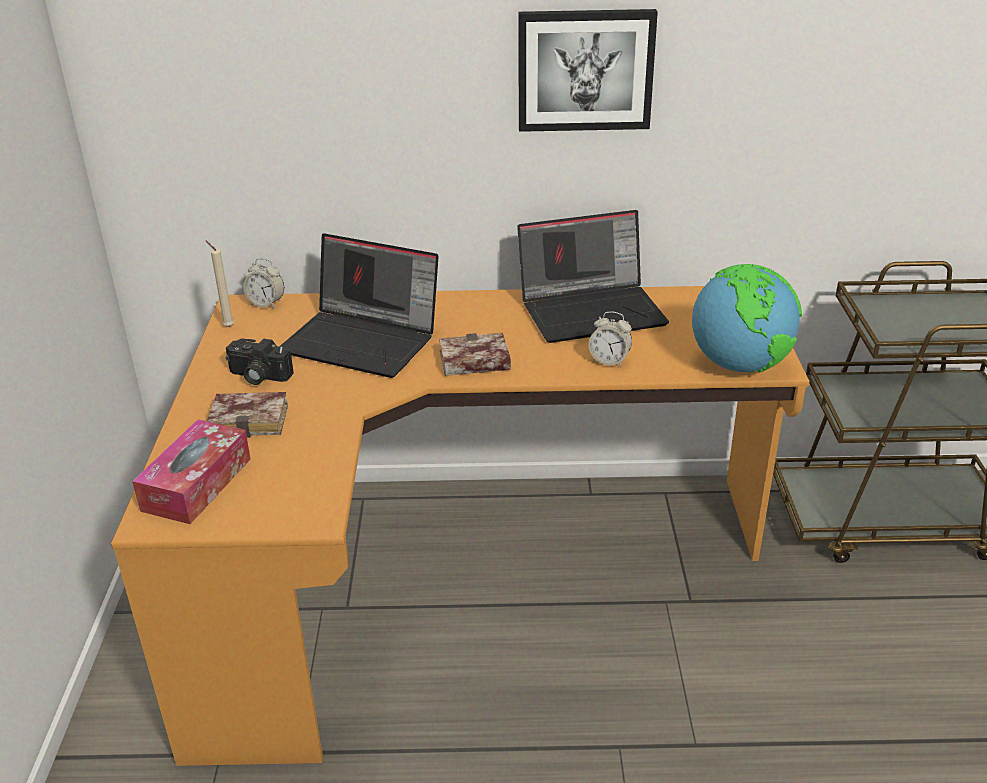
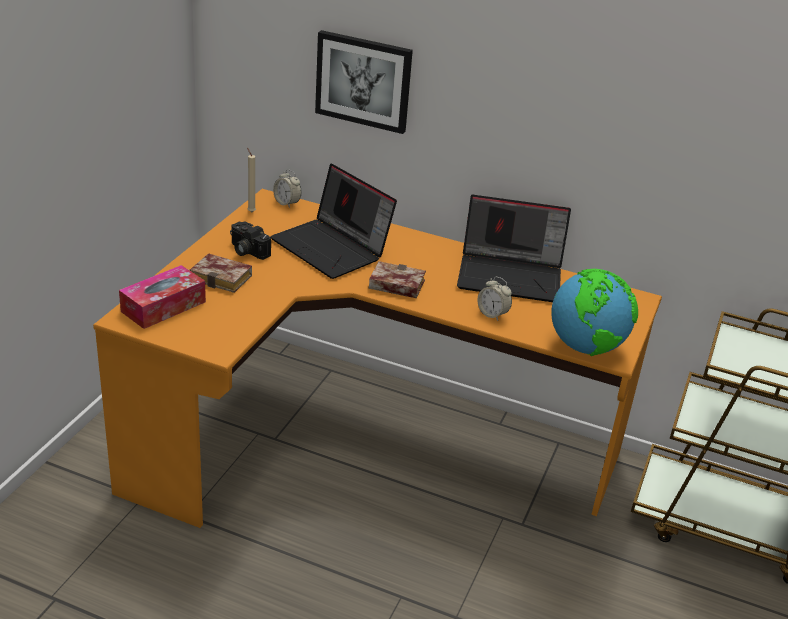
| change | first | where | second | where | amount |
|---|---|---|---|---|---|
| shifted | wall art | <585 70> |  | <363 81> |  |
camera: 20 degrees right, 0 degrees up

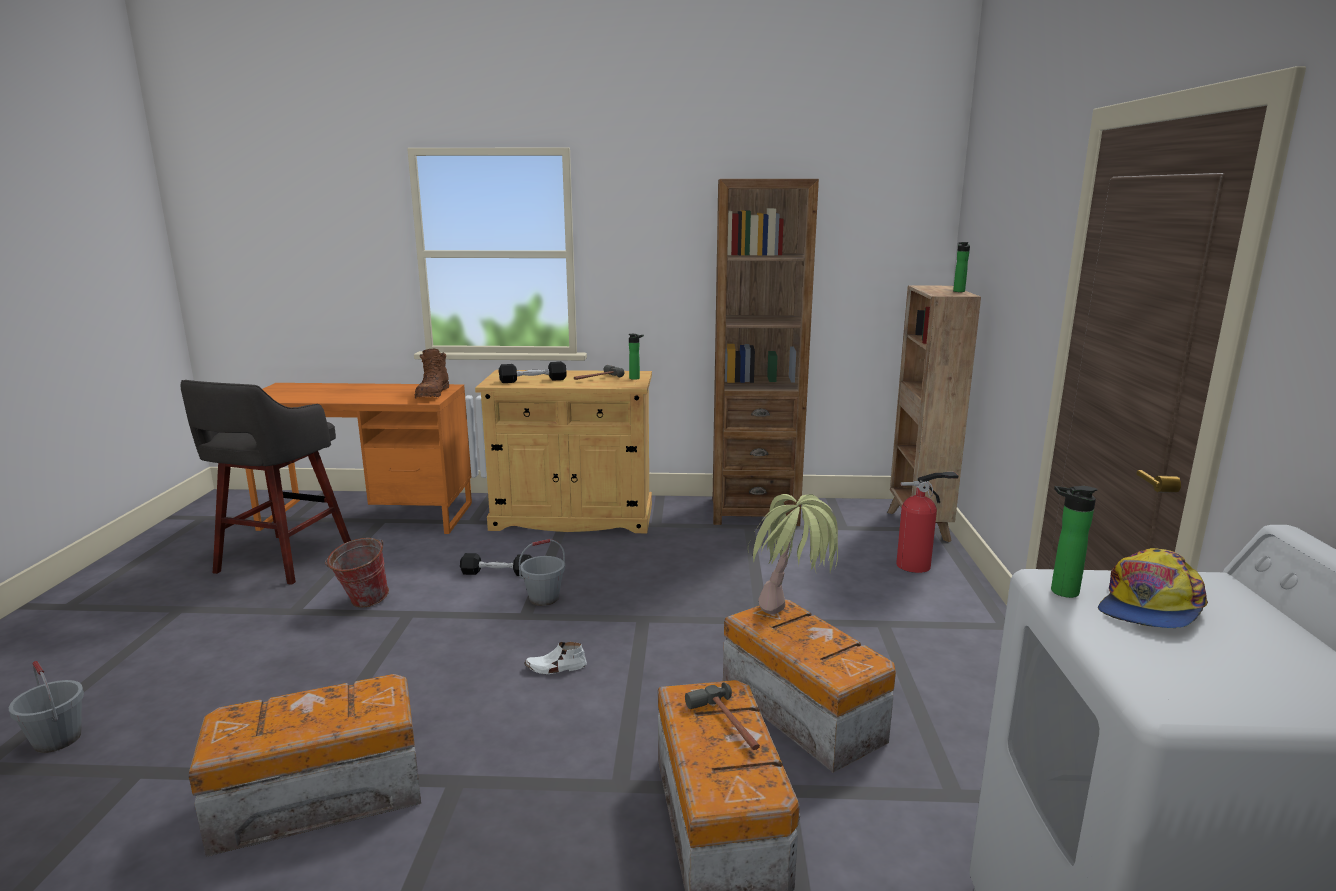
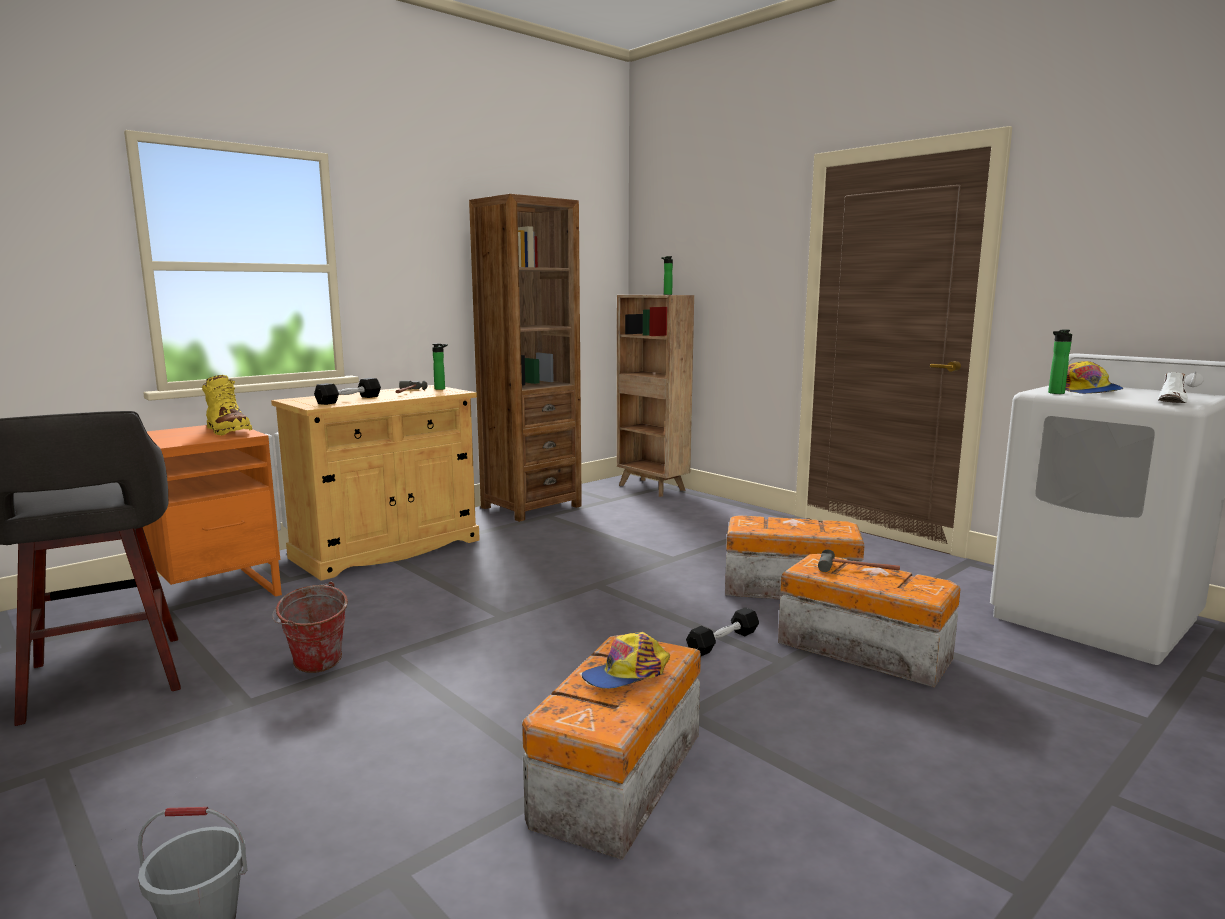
| change | first | where | second | where | amount |
|---|---|---|---|---|---|
| repainted | brown tall boot | <432 394> | yellow-coloured tall boot | <228 431> |  |
| gone | fire-fighting cylinder | <917 565> |  |  |  |
| gone | houseplant | <792 623> |  |  |  |
| gone | grey pail | <544 598> |  |  |  |
| shifted | blackish hand weight | <497 573> |  | <723 642> |  |
| shifted | white low shoe | <555 668> |  | <1172 401> |  |
| new |  |  | baseball cap | <627 675> |  |
camera: 45 degrees left, 5 degrees down

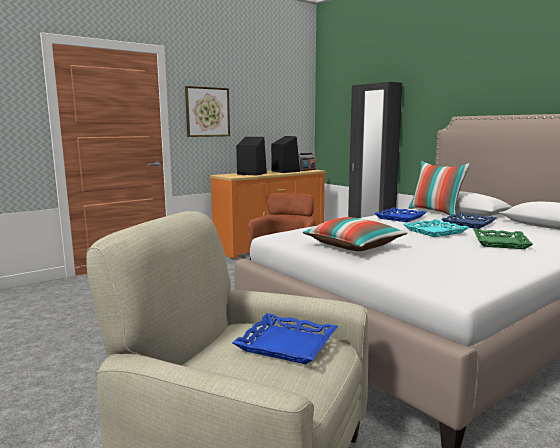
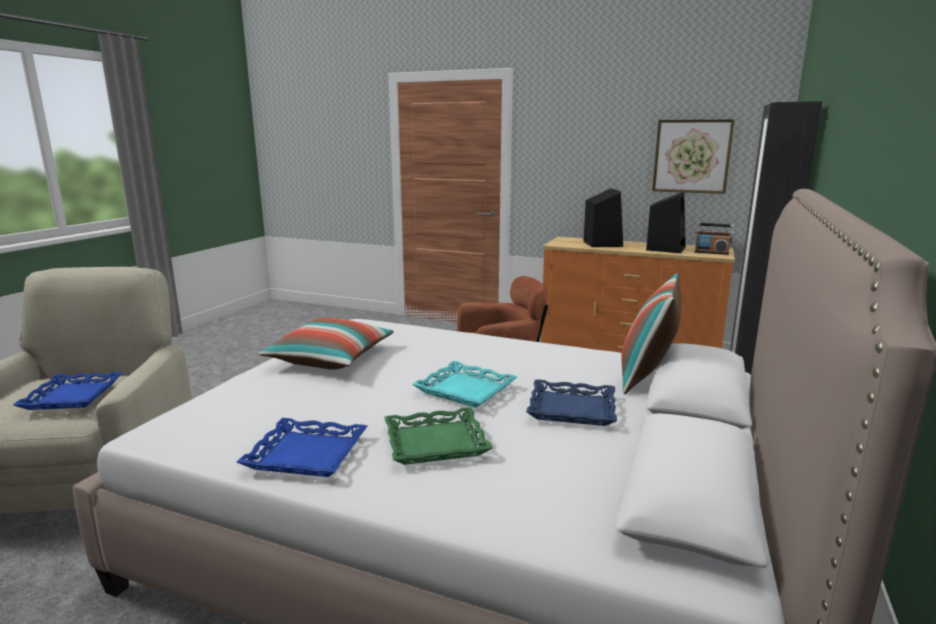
| change | first | where | second | where | amount |
|---|---|---|---|---|---|
| shifted | wall art | <207 112> |  | <691 156> |  |
| shifted | blue carrying tray | <400 218> |  | <306 455> |  |
camera: 60 degrees right, 5 degrees up

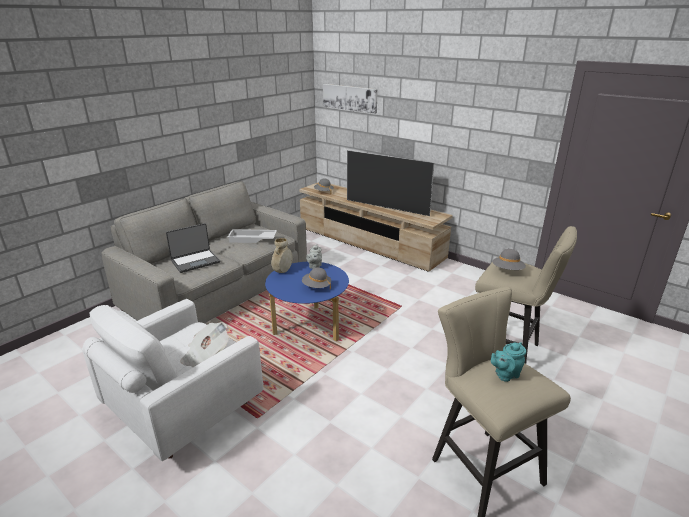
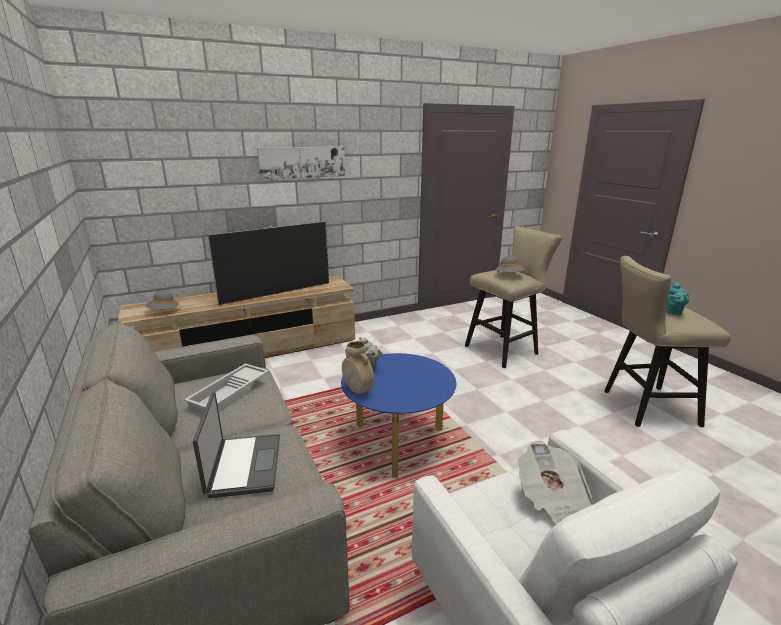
| change | first | where | second | where | amount |
|---|---|---|---|---|---|
| shifted | wall art | <350 98> |  | <302 162> |  |
| gone | grey wearable hat | <316 286> |  |  |  |
camera: 65 degrees left, 5 degrees down

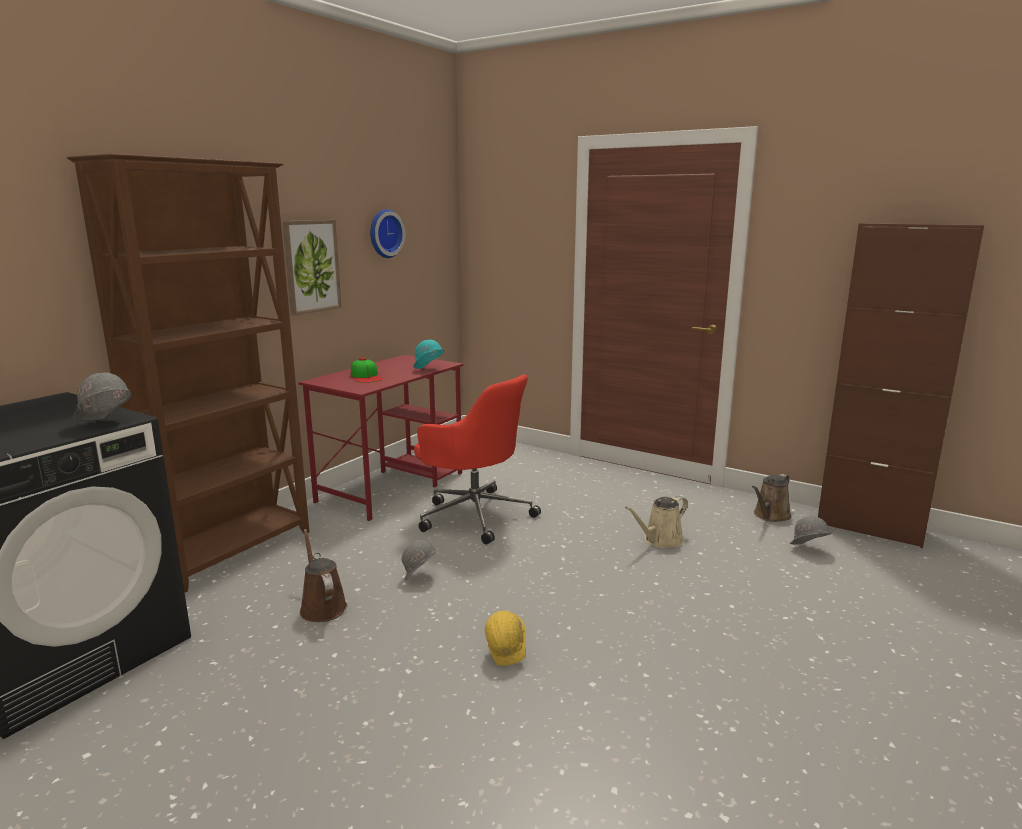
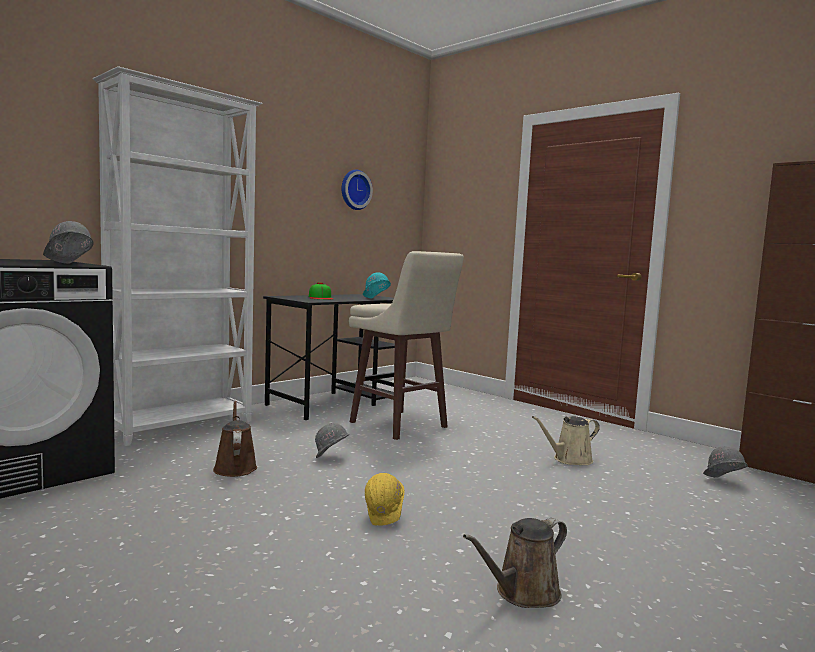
| change | first | where | second | where | amount |
|---|---|---|---|---|---|
| repainted | brown shelving unit | <234 552> | white shelving unit | <182 427> |  |
| gone | wall art | <311 266> |  |  |  |
| repainted | red desk | <392 486> | blackish desk | <336 402> |  |
| swapped | red computer chair | <474 515> | beige-coloured stool | <399 426> |  |
| shifted | brown watering can | <770 516> |  | <523 593> |  |
camera: 10 degrees right, 10 degrees down

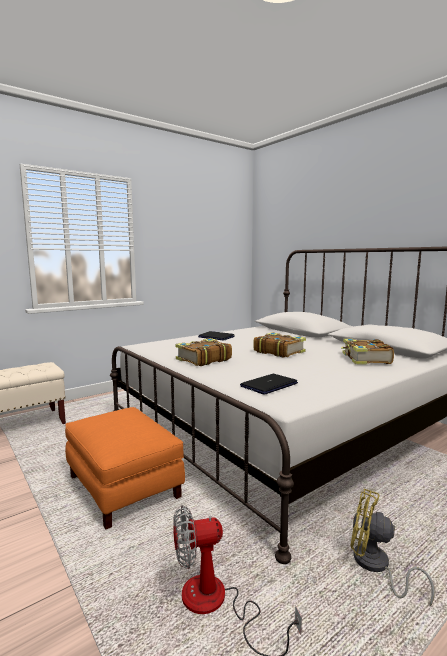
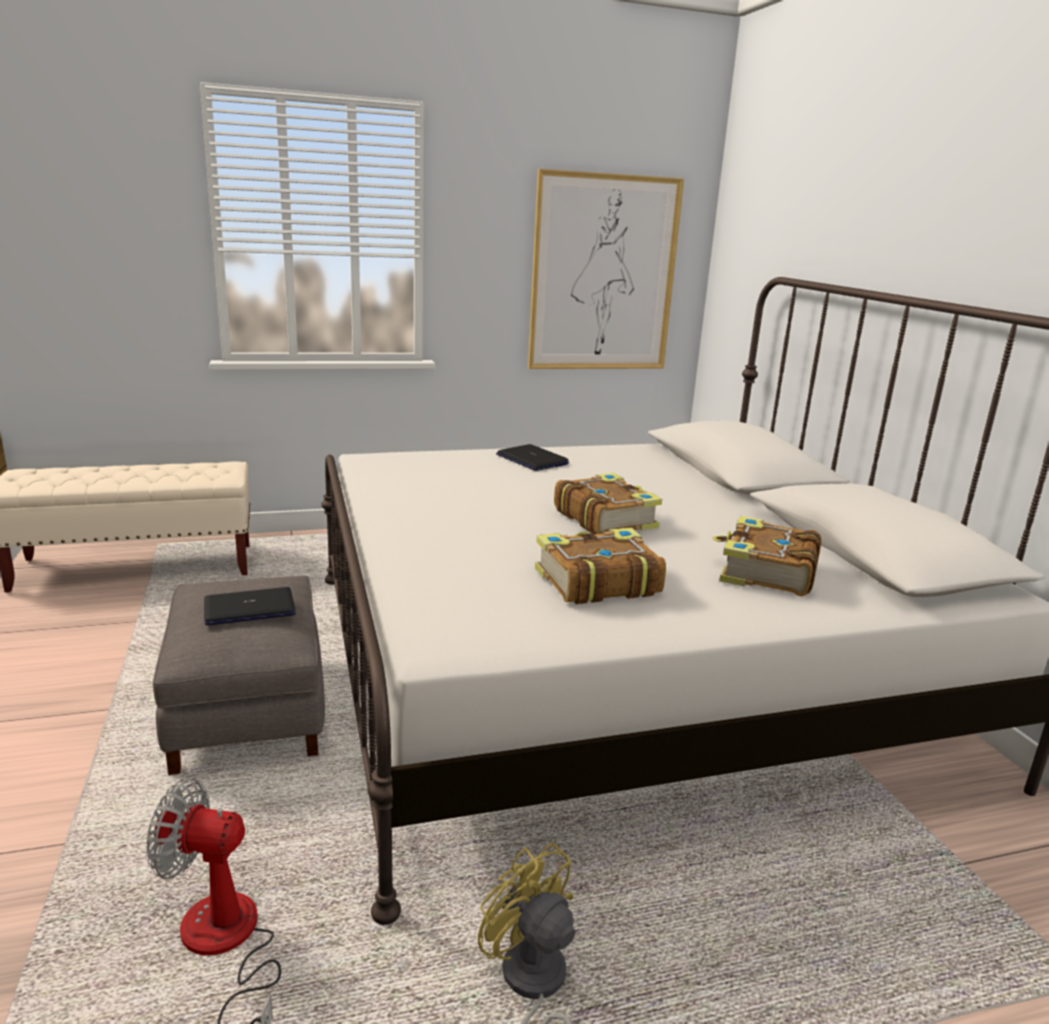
| change | first | where | second | where | amount |
|---|---|---|---|---|---|
| shifted | volume | <203 359> |  | <595 582> |  |
| shifted | portable computer | <269 385> |  | <250 608> |  |
| repainted | orange footrest | <124 486> | grey footrest | <249 711> |  |
| new |  |  | wall art | <603 274> |  |
camera: 20 degrees right, 10 degrees up

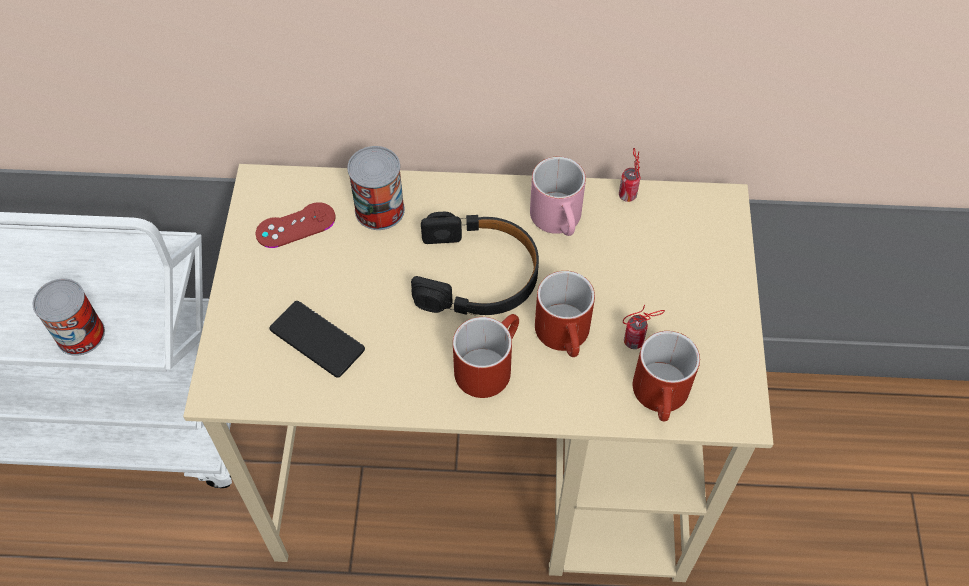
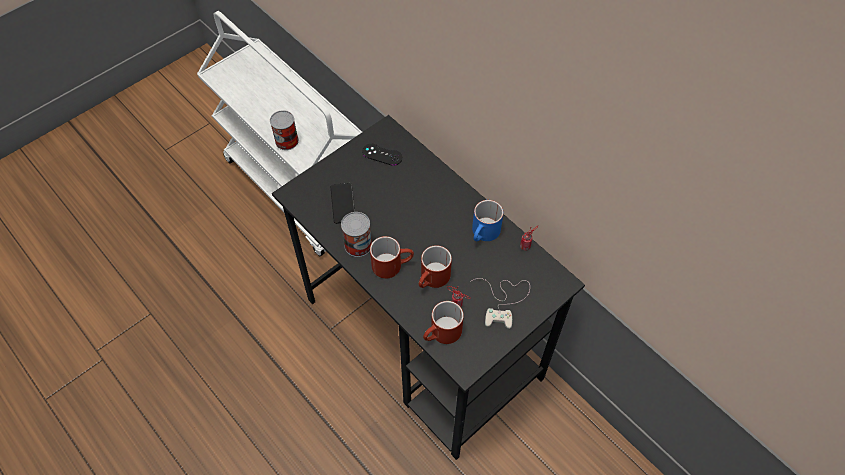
| change | first | where | second | where | amount |
|---|---|---|---|---|---|
| shifted | can | <379 210> |  | <358 245> |  |
| repainted | pinkish coffee mug | <560 221> | blue coffee mug | <484 234> |  |
| repainted | beige-coloured desk | <488 470> | blackish desk | <424 339> |  |
| repainted | red joypad | <295 225> | blackish joypad | <382 154> |  |
| gone | blackish headphones | <477 275> |  |  |  |
| new |  |  | white joypad | <503 300> |  |
camera: 45 degrees right, 0 degrees up

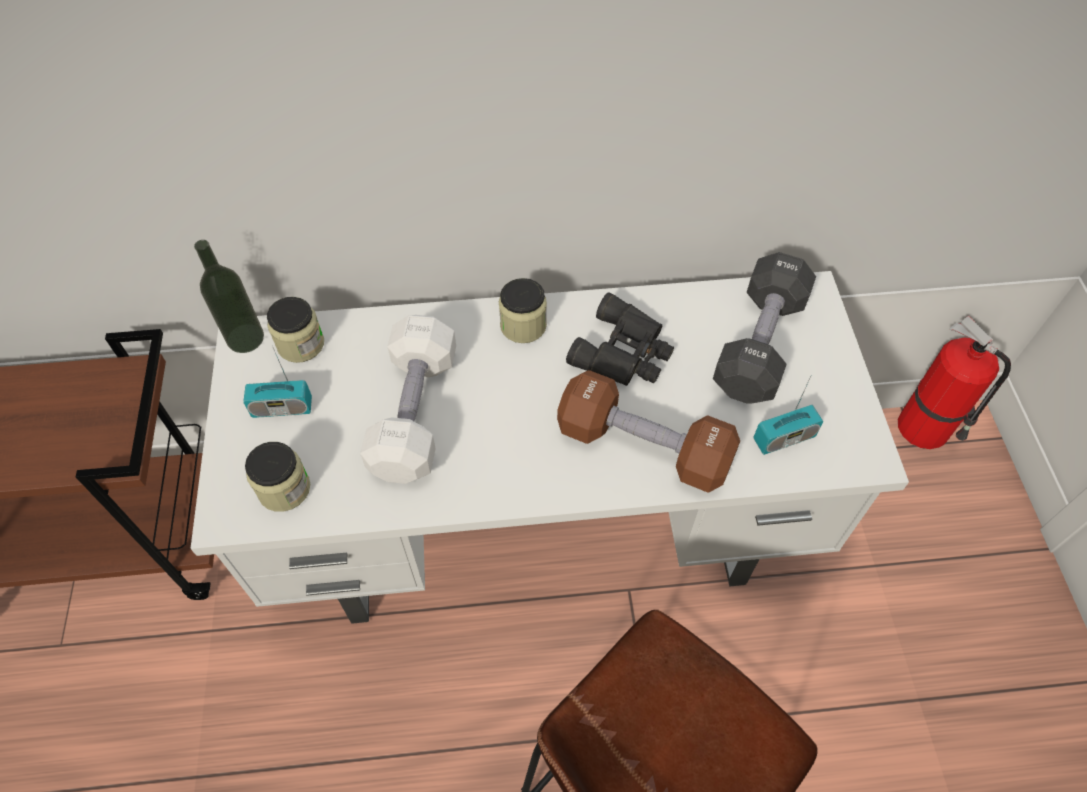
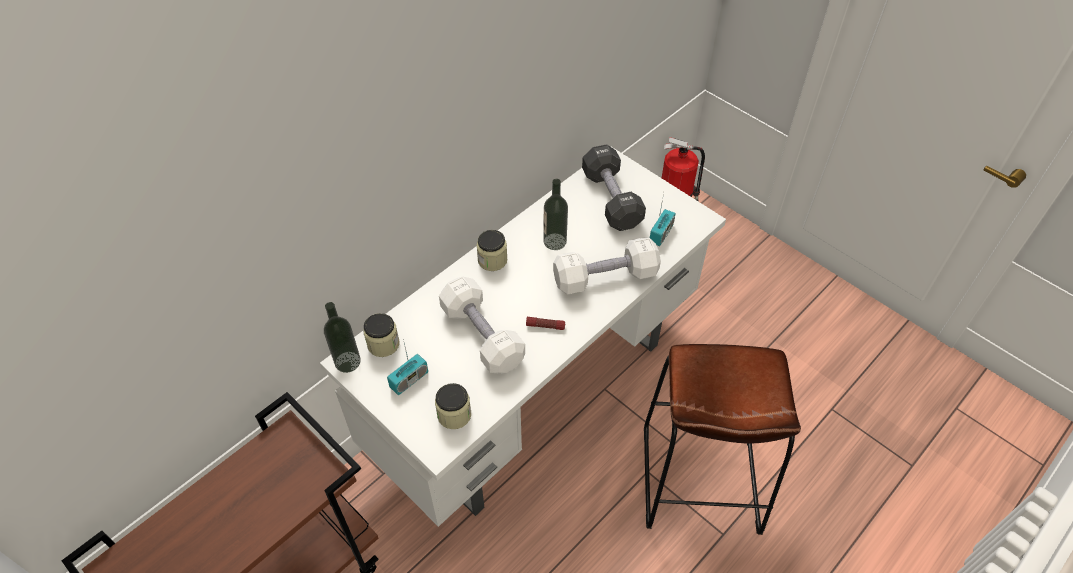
| change | first | where | second | where | amount |
|---|---|---|---|---|---|
| swapped | blackish binoculars | <625 352> | beverage bottle | <555 241> |  |
| repainted | brown hand weight | <643 446> | white hand weight | <605 277> |  |
| new |  |  | flashlight | <545 326> |  |
camera: 40 degrees left, 5 degrees down

